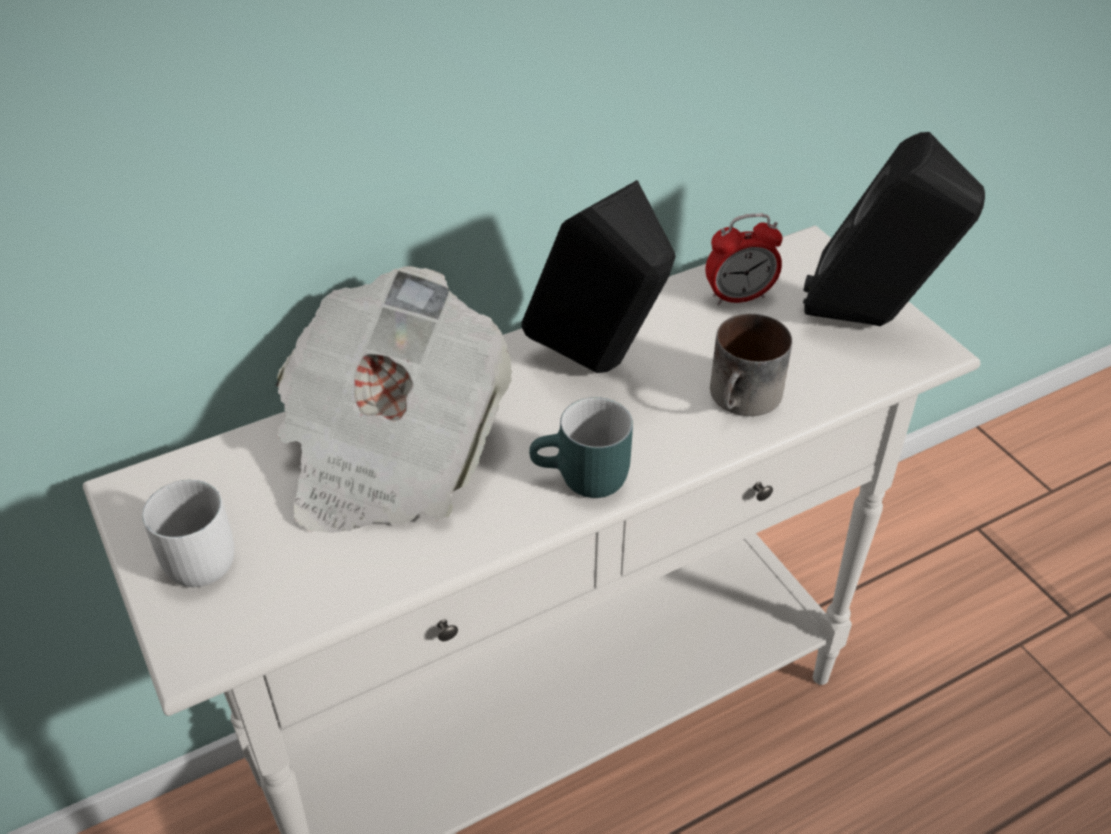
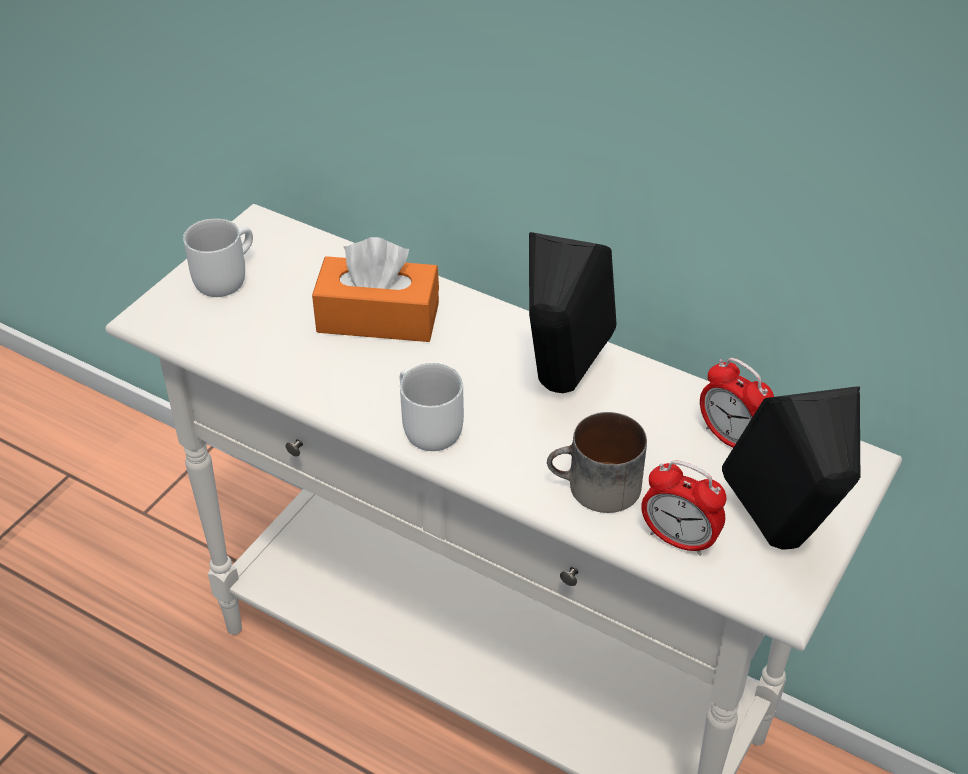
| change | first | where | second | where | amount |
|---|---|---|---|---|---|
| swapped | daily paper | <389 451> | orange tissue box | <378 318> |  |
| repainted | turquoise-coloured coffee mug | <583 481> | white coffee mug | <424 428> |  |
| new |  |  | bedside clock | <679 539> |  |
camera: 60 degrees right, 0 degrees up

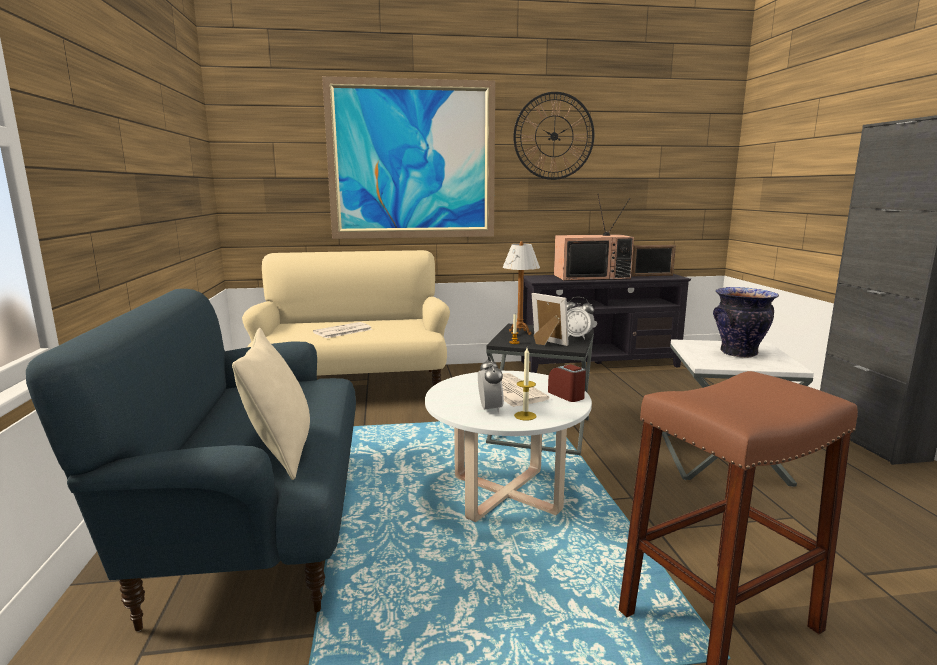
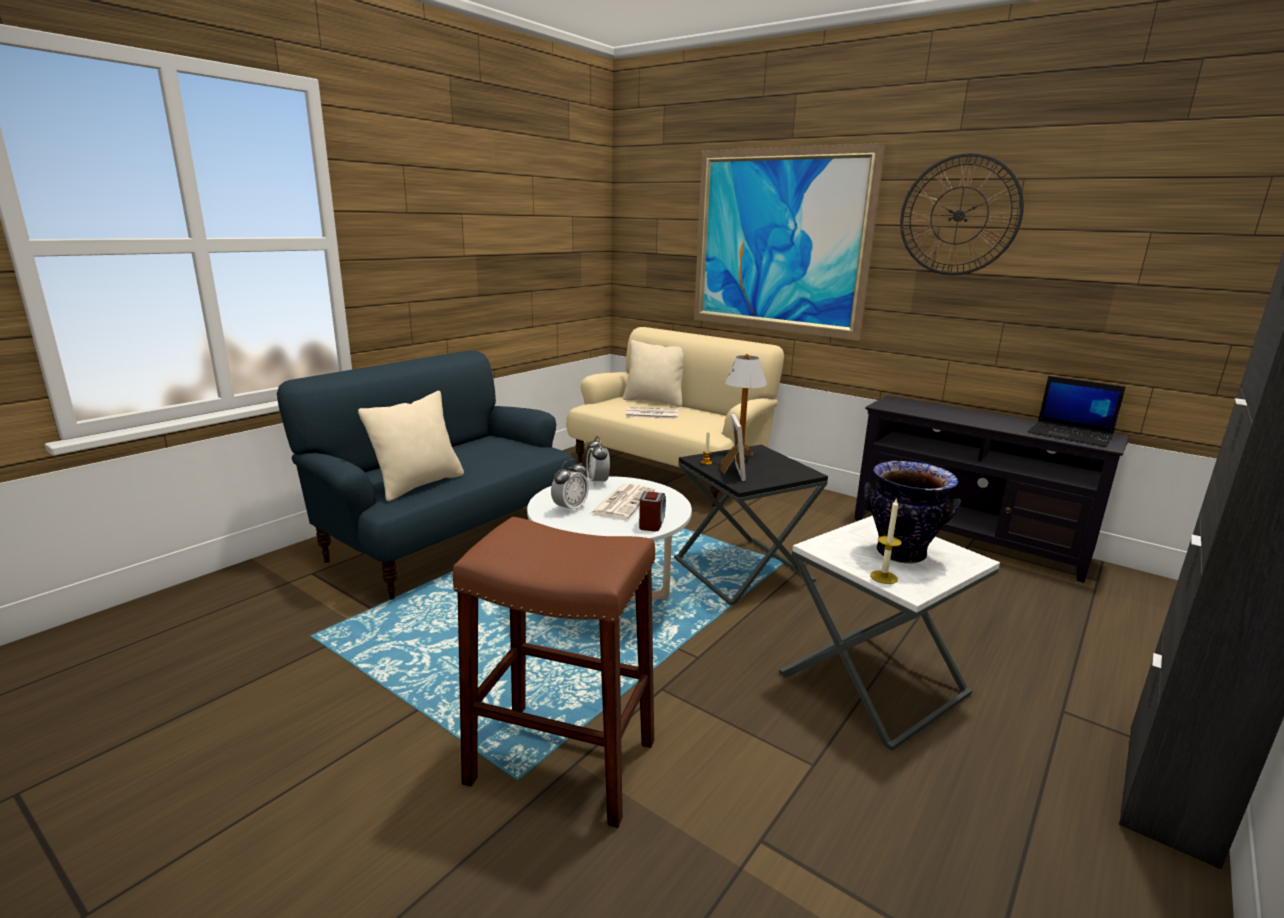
| change | first | where | second | where | amount |
|---|---|---|---|---|---|
| gone | TV set | <592 277> |  |  |  |
| swapped | photo frame | <652 275> | portable computer | <1071 434> |  |
| shifted | bedside clock | <577 337> |  | <597 482> |  |
| shifted | candle | <525 416> |  | <883 577> |  |
| new |  |  | beige-coloured pillow | <655 401> |  |
camera: 45 degrees right, 5 degrees up

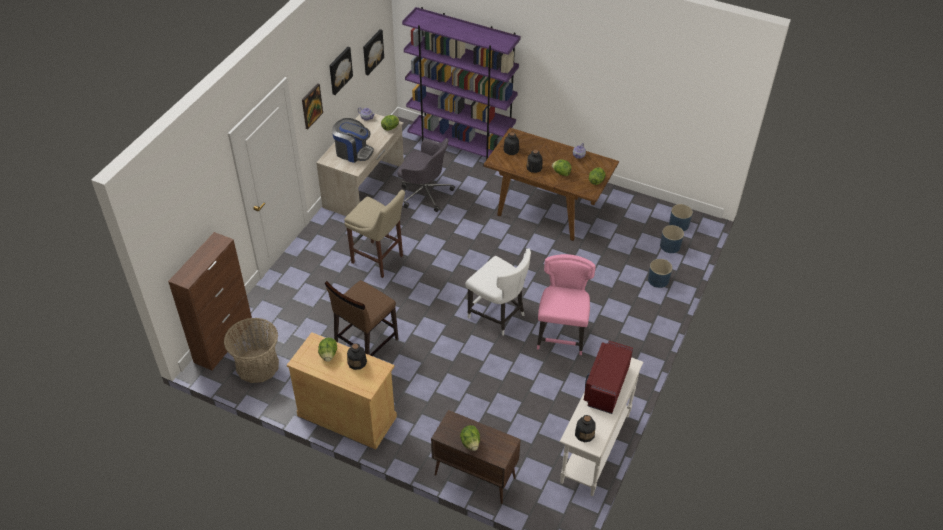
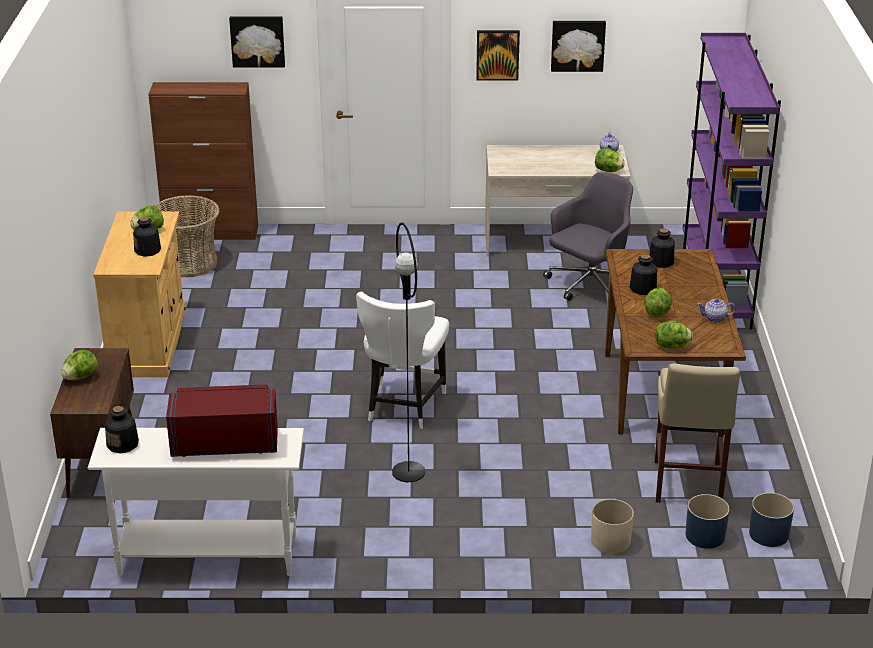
| change | first | where | second | where | amount |
|---|---|---|---|---|---|
| shifted | wall art | <372 51> |  | <257 41> |  |
| gone | coffee brewer | <353 152> |  |  |  |
| rotated | grey computer chair | <424 193> |  | <589 285> | 135 degrees counterclockwise |
| shifted | beige-coloured stool | <379 260> |  | <687 486> |  |
| swapped | pinkish chair | <561 335> | blackish standard lamp | <409 472> |  |
| repainted | blue plant pot | <658 280> | beige-coloured plant pot | <611 541> |  |
| gone | brown chair | <365 343> |  |  |  |
camera: 65 degrees right, 15 degrees down

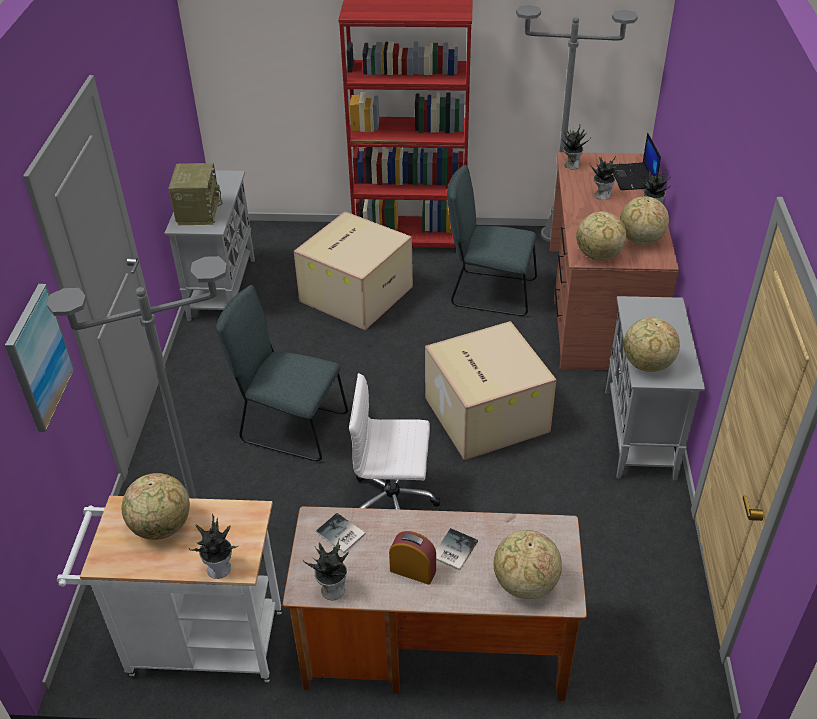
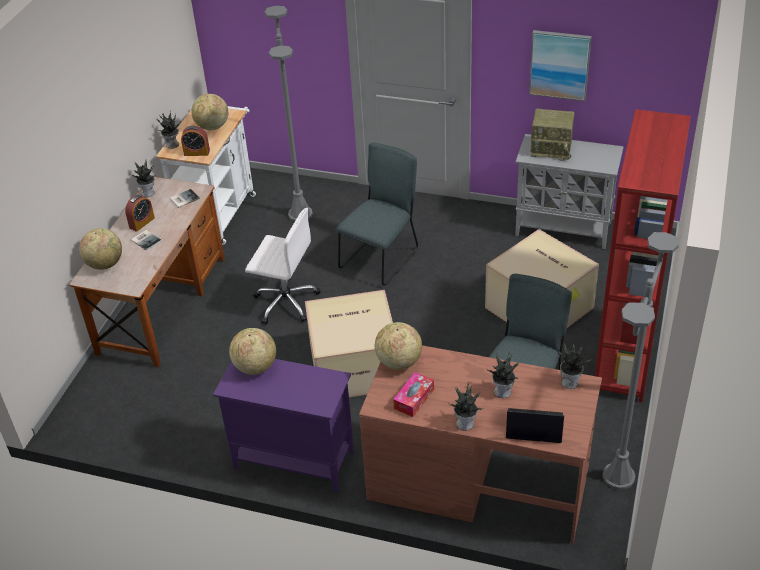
| change | first | where | second | where | amount |
|---|---|---|---|---|---|
| swapped | desk globe | <640 240> | tissue box | <414 399> |  |
| shifted | wall art | <38 358> |  | <559 64> |  |
| repainted | grey cupboard | <640 435> | purple-coloured cupboard | <293 460> |  |
| rotated | white computer chair | <394 503> |  | <285 302> | 90 degrees clockwise |
| new |  |  | bedside clock | <197 152> |  |
camera: 105 degrees right, 0 degrees up

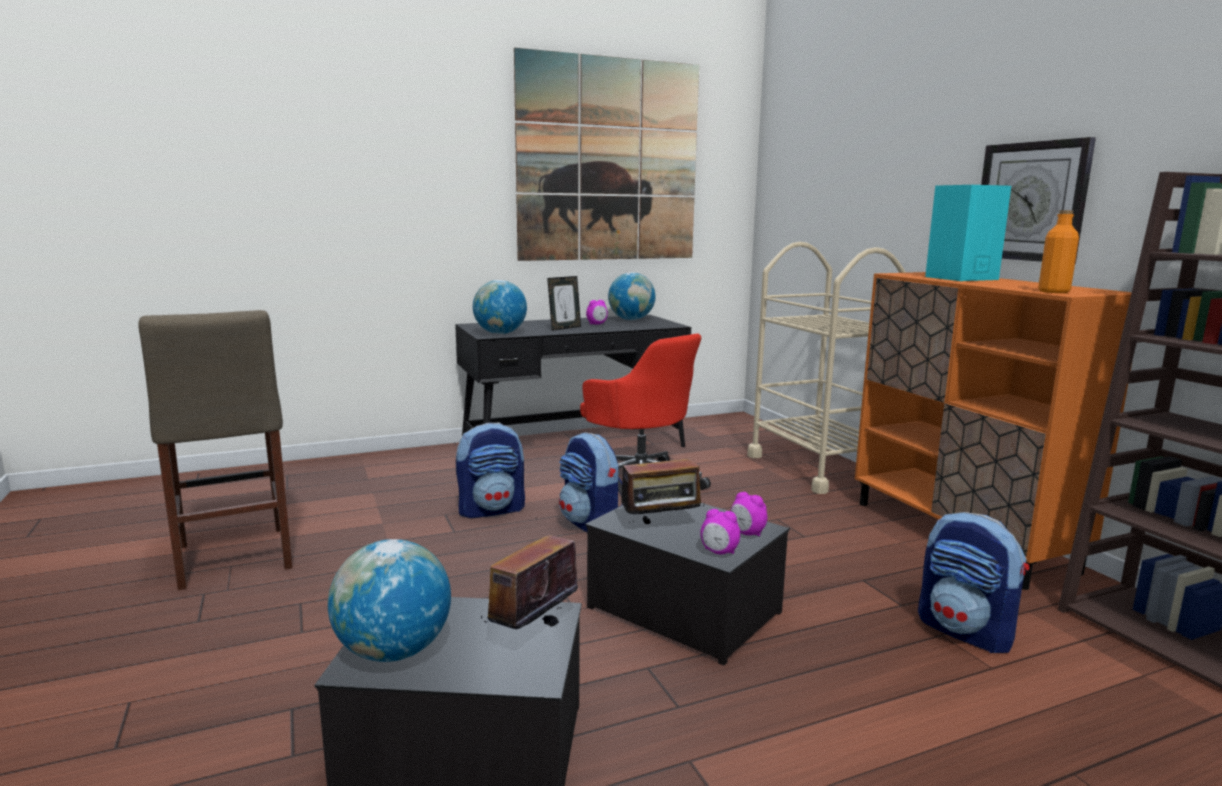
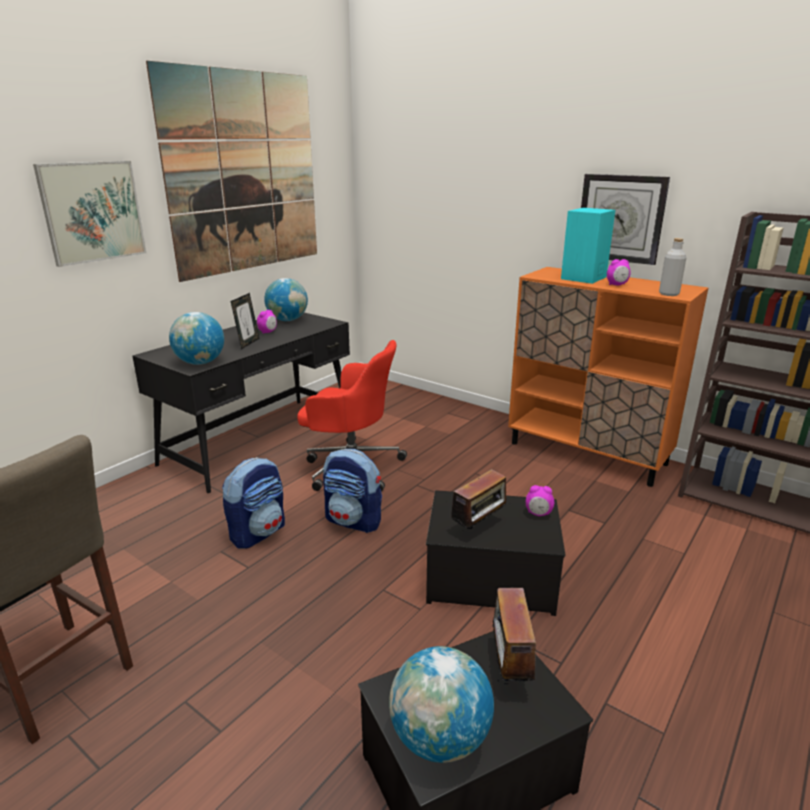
| change | first | where | second | where | amount |
|---|---|---|---|---|---|
| repainted | orange beverage bottle | <1053 292> | grey beverage bottle | <669 294> |  |
| gone | beige-coloured wheeled cart | <817 468> |  |  |  |
| shifted | bedside clock | <719 552> |  | <617 285> |  |
| gone | backpack | <966 632> |  |  |  |
| new |  |  | wall art | <93 212> |  |
camera: 30 degrees left, 10 degrees up

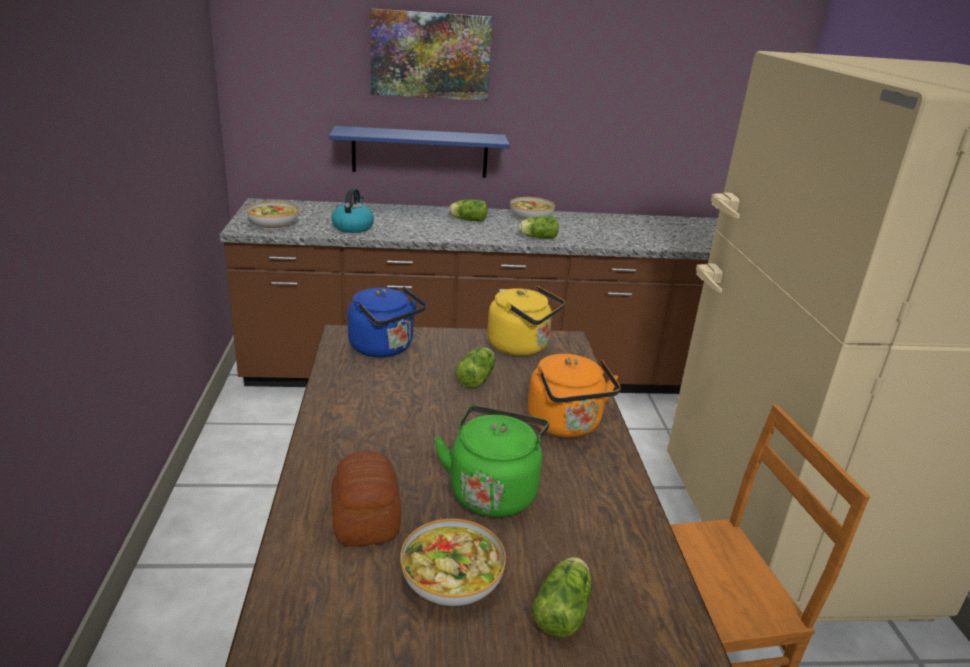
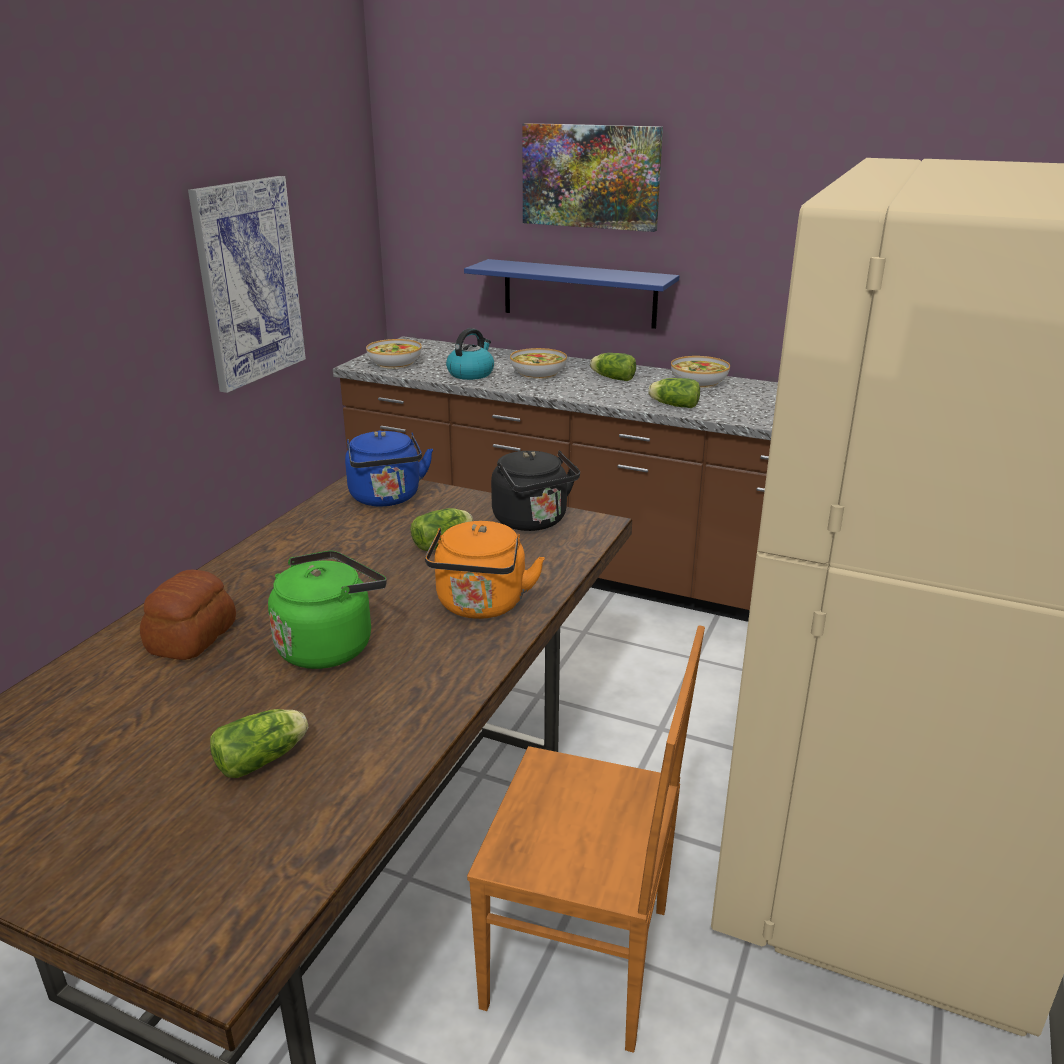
| change | first | where | second | where | amount |
|---|---|---|---|---|---|
| repainted | yellow-coloured tea kettle | <521 347> | blackish tea kettle | <533 521> |  |
| shifted | serving bowl | <452 578> |  | <538 373> |  |
| new |  |  | wall art | <248 282> |  |
camera: 30 degrees right, 0 degrees up

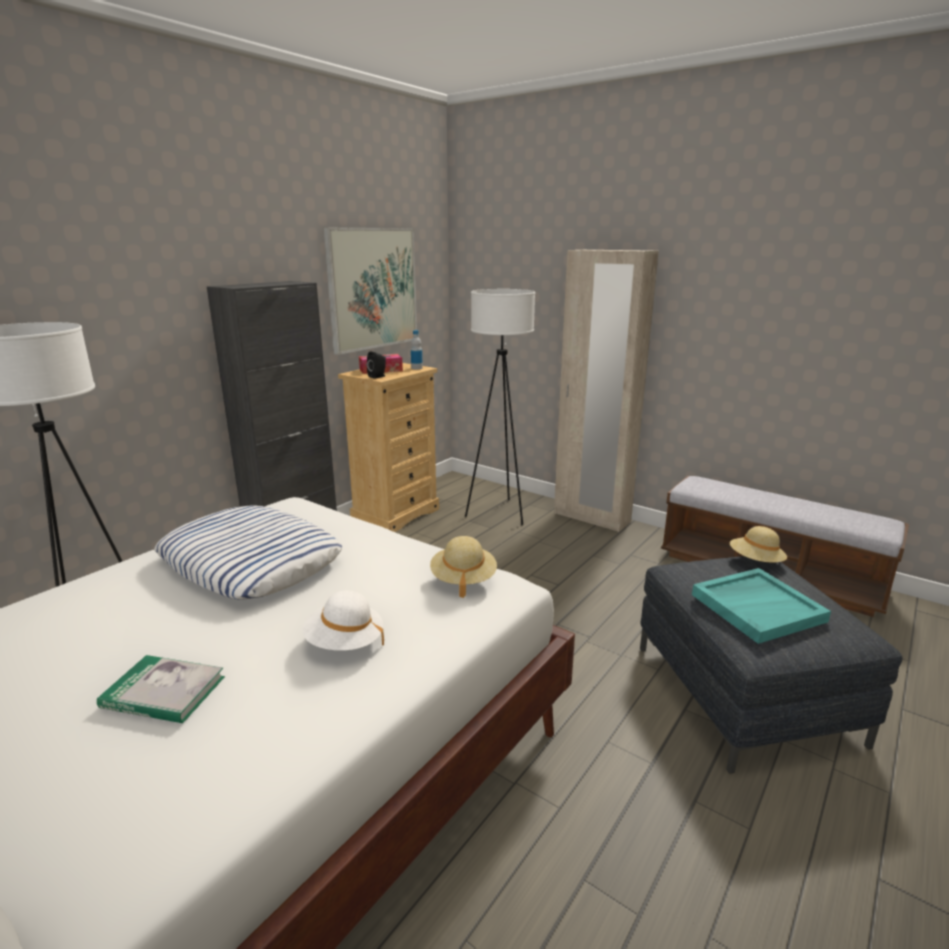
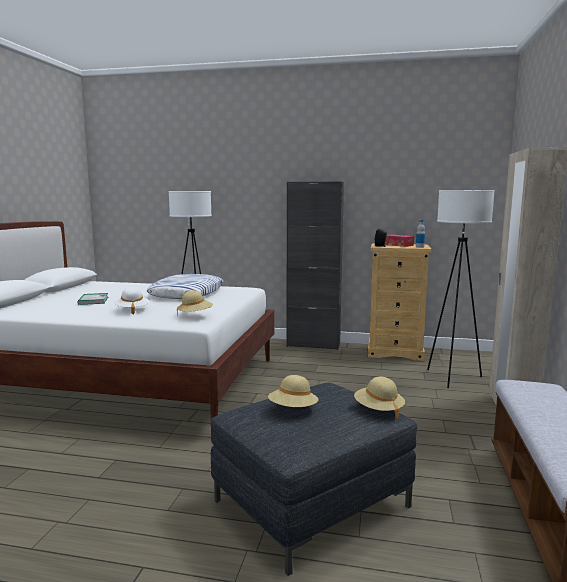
| change | first | where | second | where | amount |
|---|---|---|---|---|---|
| gone | wall art | <373 289> |  |  |  |
| swapped | turquoise-coloured carrying tray | <757 607> | beige-coloured wearable hat | <293 409> |  |
camera: 65 degrees right, 10 degrees down

